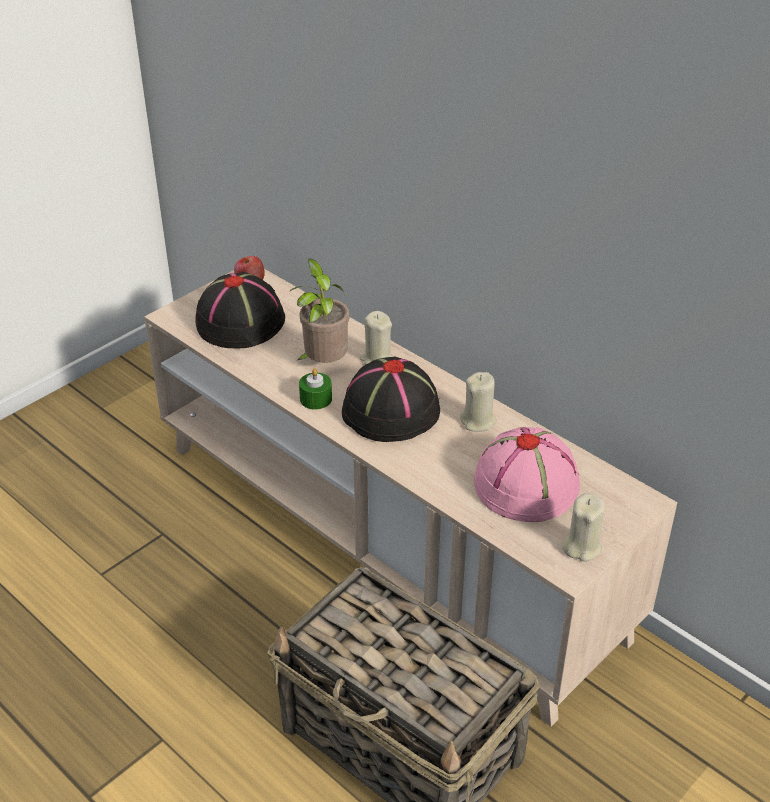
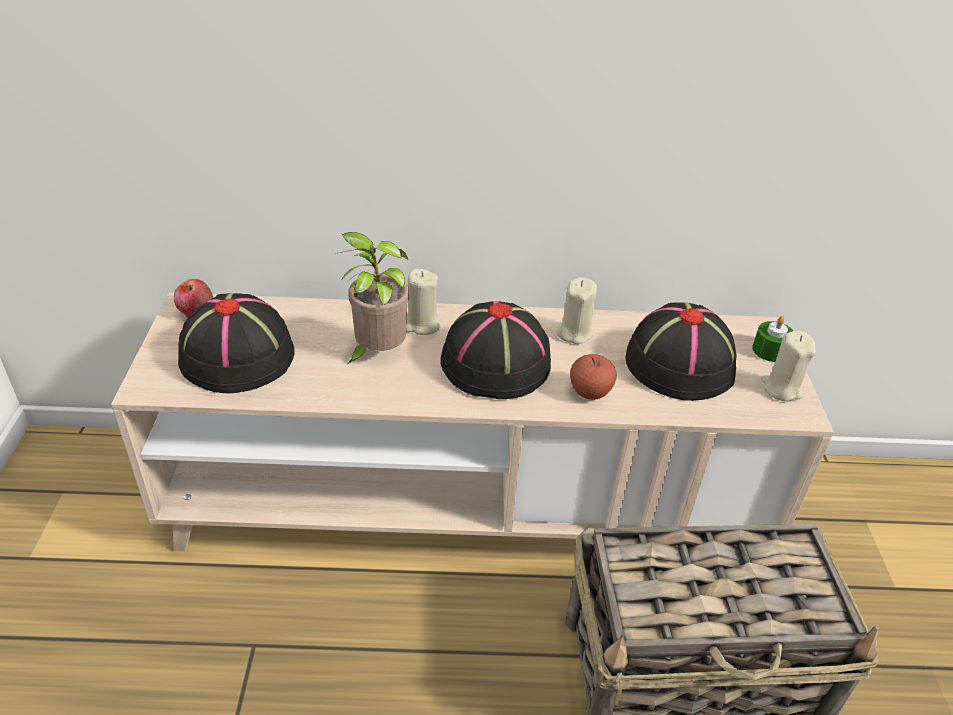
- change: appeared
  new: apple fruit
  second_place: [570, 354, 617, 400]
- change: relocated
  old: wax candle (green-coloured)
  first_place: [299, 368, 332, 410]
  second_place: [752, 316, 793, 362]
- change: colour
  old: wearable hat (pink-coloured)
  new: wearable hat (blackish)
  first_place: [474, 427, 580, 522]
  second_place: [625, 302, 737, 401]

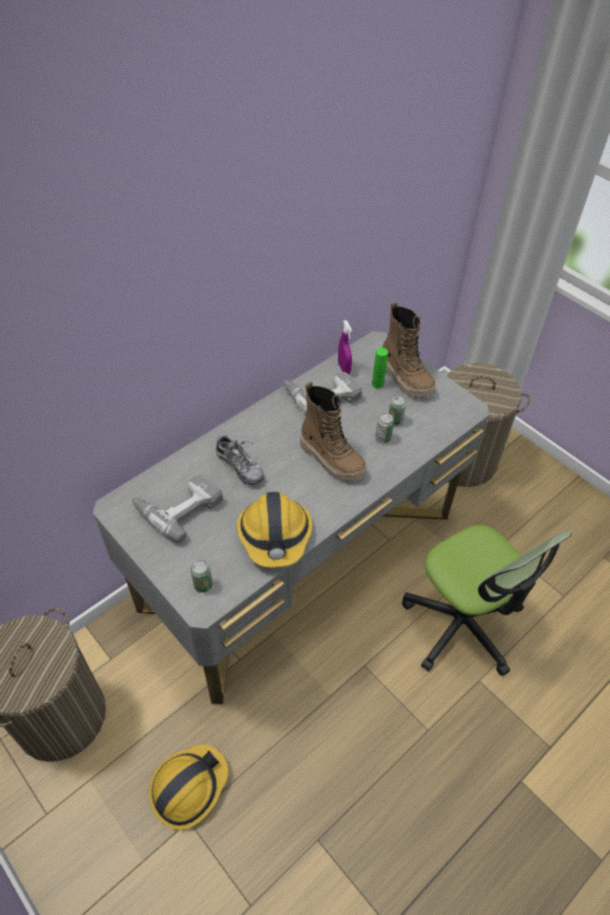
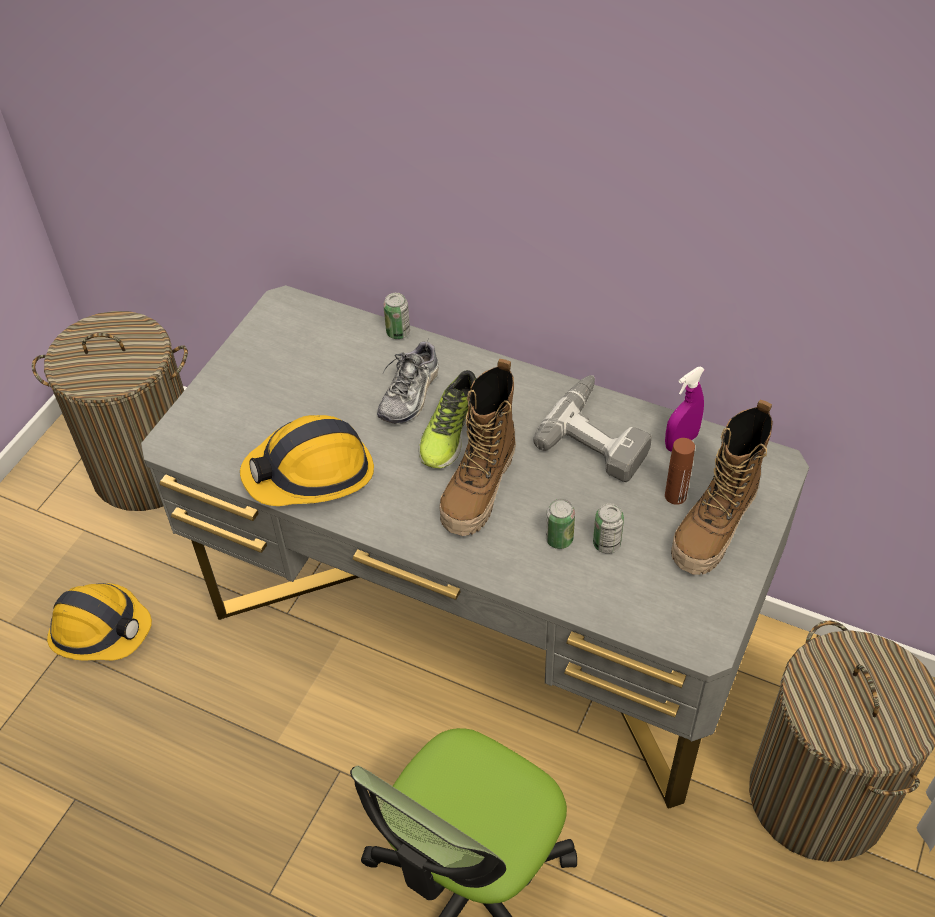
- change: missing
  old: power drill
  first_place: [132, 475, 223, 543]
- change: appeared
  new: shoe
  second_place: [419, 370, 476, 468]
- change: relocated
  old: can
  first_place: [191, 560, 212, 593]
  second_place: [383, 293, 410, 339]
- change: colour
  old: drink bottle (green-coloured)
  new: drink bottle (brown)
  first_place: [372, 348, 388, 388]
  second_place: [665, 438, 695, 505]

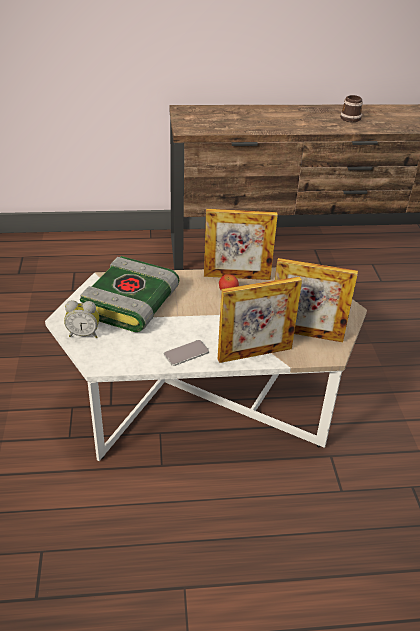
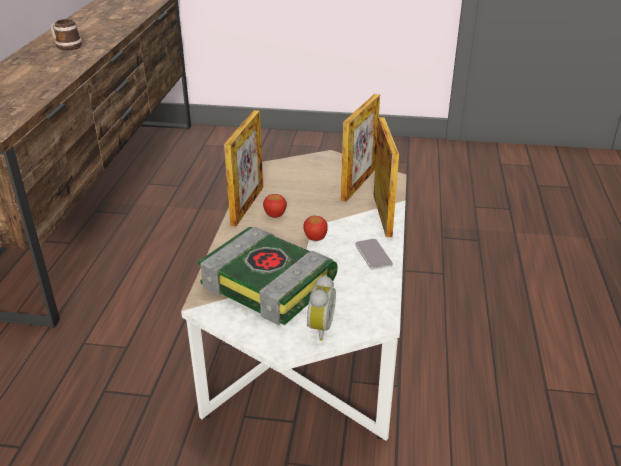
- change: appeared
  new: apple fruit
  second_place: [303, 216, 328, 241]

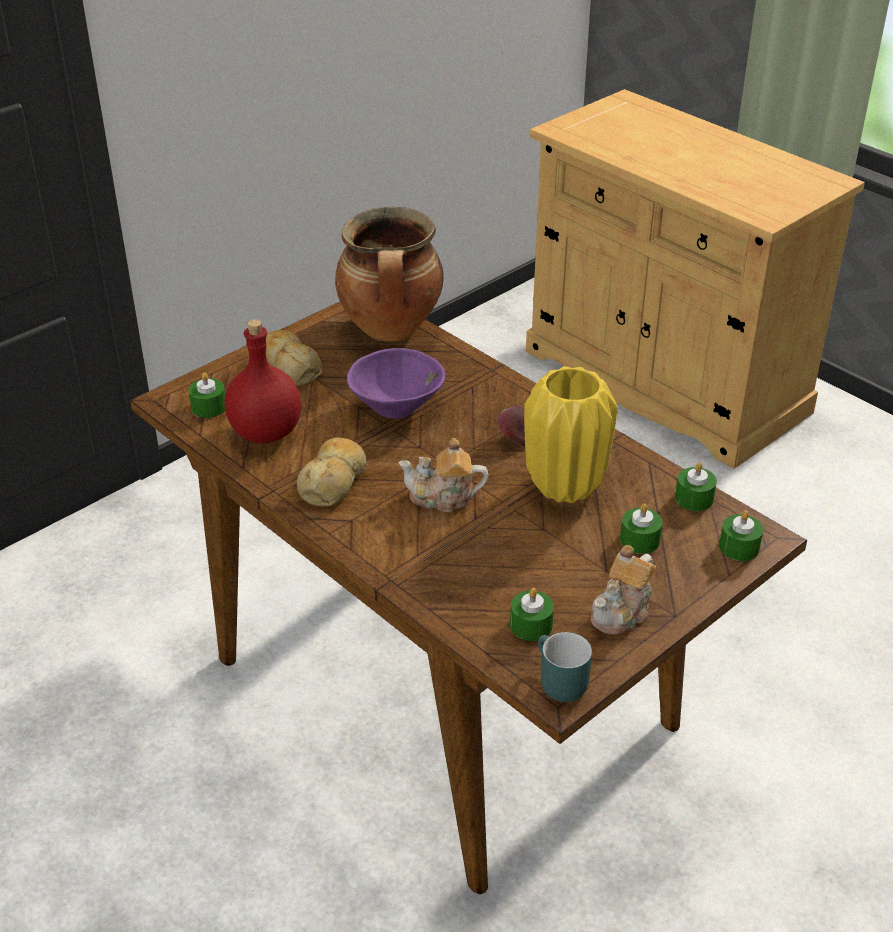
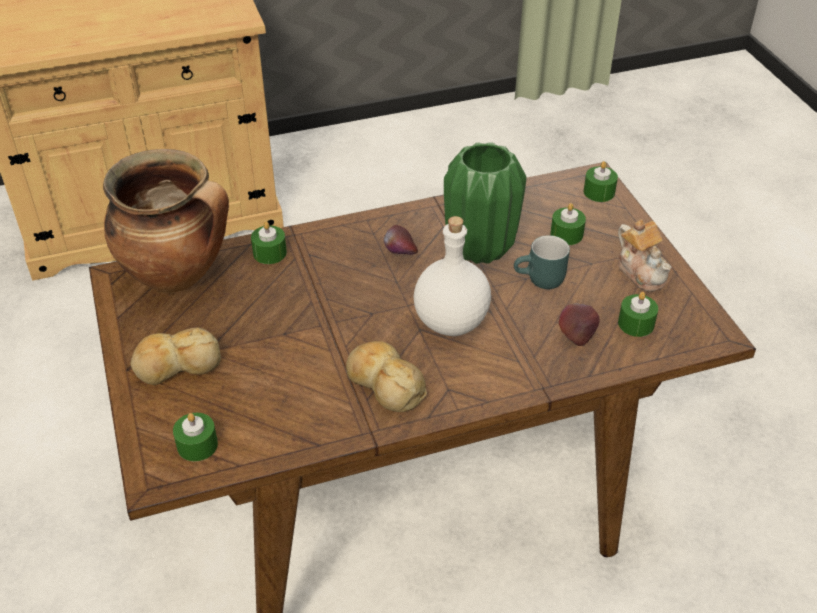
- change: missing
  old: drink bottle (red)
  first_place: [225, 319, 301, 443]
- change: missing
  old: deep dish (purple)
  first_place: [347, 348, 445, 419]
- change: appeared
  new: apple fruit
  second_place: [559, 303, 600, 346]
- change: relocated
  old: mug (turquoise-coloured)
  first_place: [538, 632, 592, 702]
  second_place: [514, 235, 570, 289]
- change: relocated
  old: wax candle (green-coloured)
  first_place: [675, 462, 717, 511]
  second_place: [251, 221, 287, 264]
- change: exchanged
  old: pot for tea
  new: drink bottle (whitish)
  first_place: [399, 438, 489, 512]
  second_place: [414, 216, 491, 336]
- change: colour
  old: vase (yellow)
  new: vase (green-coloured)
  first_place: [524, 366, 618, 503]
  second_place: [444, 142, 527, 264]

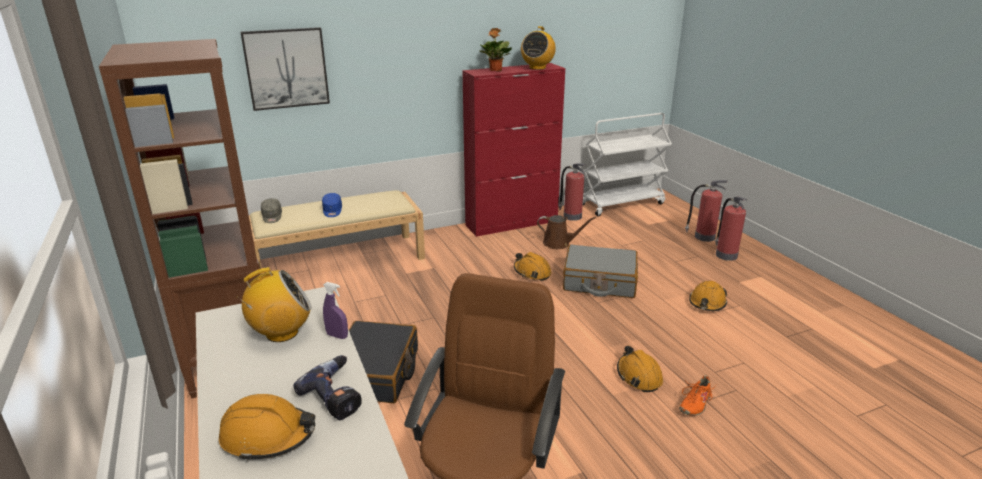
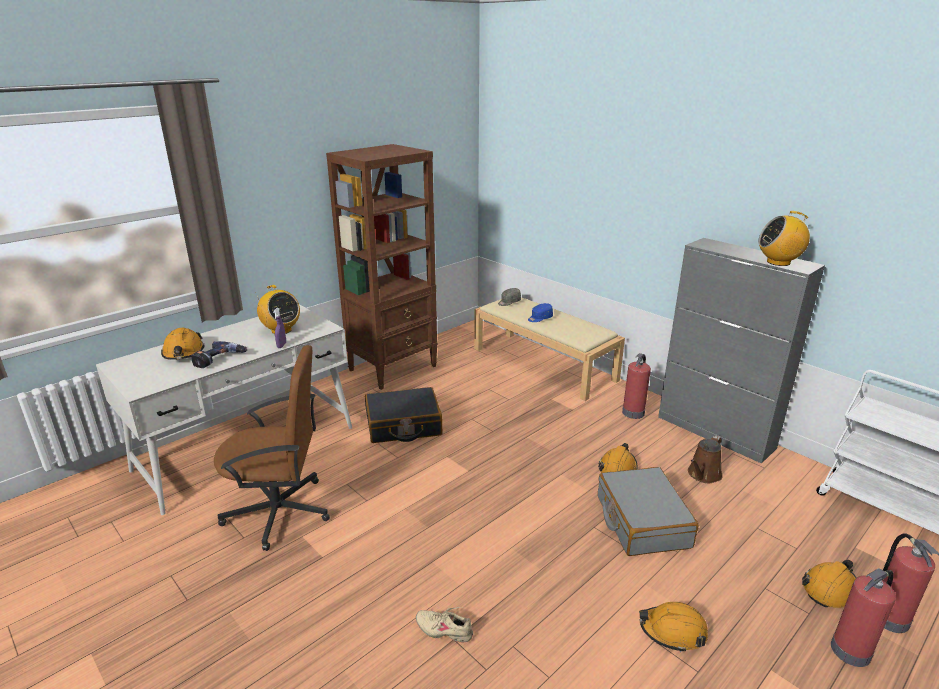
- change: missing
  old: wall art
  first_place: [240, 27, 330, 111]
- change: missing
  old: potted plant
  first_place: [479, 28, 512, 71]
- change: relocated
  old: fire-fighting cylinder
  first_place: [559, 163, 586, 221]
  second_place: [622, 353, 651, 419]
- change: relocated
  old: safety helmet (orange-coloured)
  first_place: [617, 346, 663, 392]
  second_place: [802, 560, 857, 608]
- change: colour
  old: cupboard (red)
  new: cupboard (gray)
  first_place: [462, 63, 566, 237]
  second_place: [658, 238, 825, 464]
- change: colour
  old: shoe (orange-coloured)
  new: shoe (beige)
  first_place: [679, 375, 716, 416]
  second_place: [416, 607, 473, 643]
- change: spun
  old: watering can (brown)
  first_place: [537, 215, 596, 249]
  second_place: [688, 435, 723, 484]
  degrees: 45

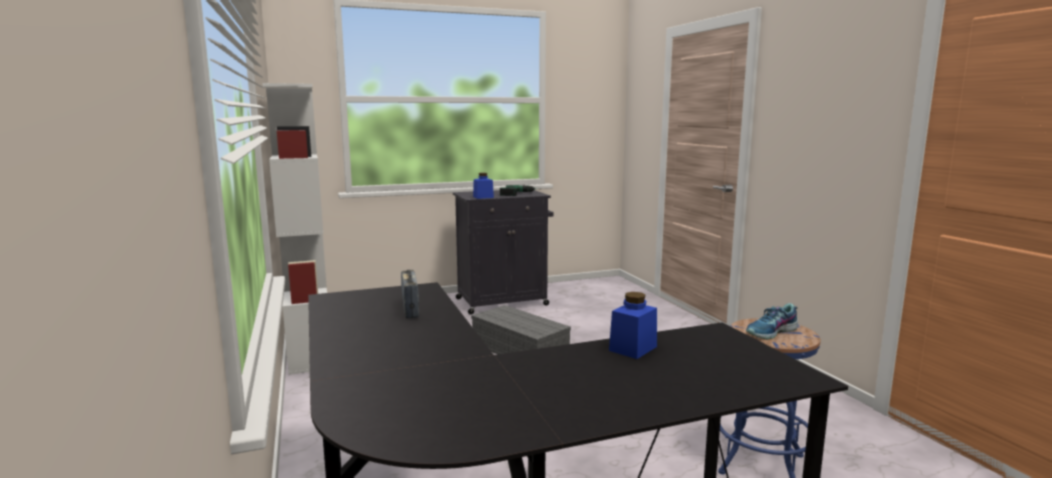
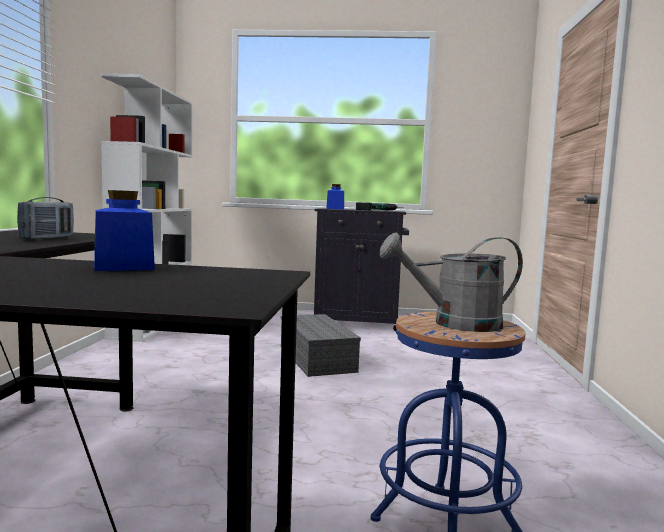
- change: exchanged
  old: shoe
  new: watering can (gray)
  first_place: [746, 303, 798, 340]
  second_place: [380, 233, 523, 332]

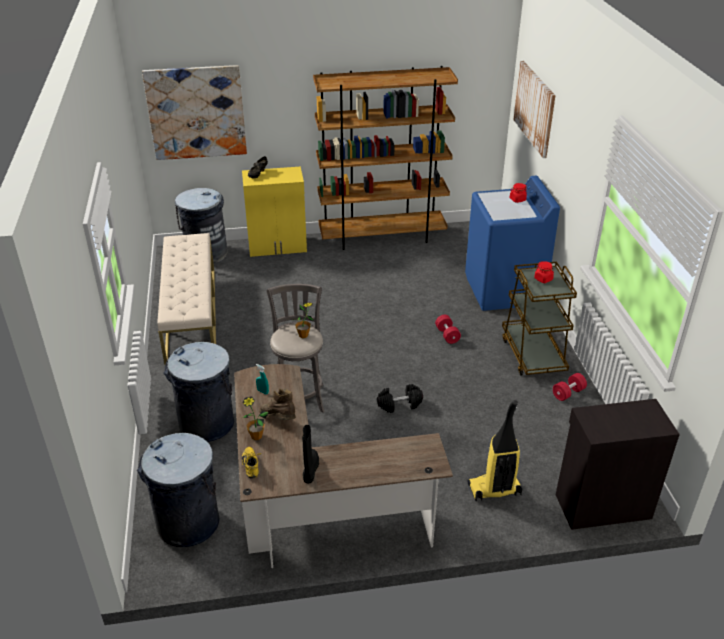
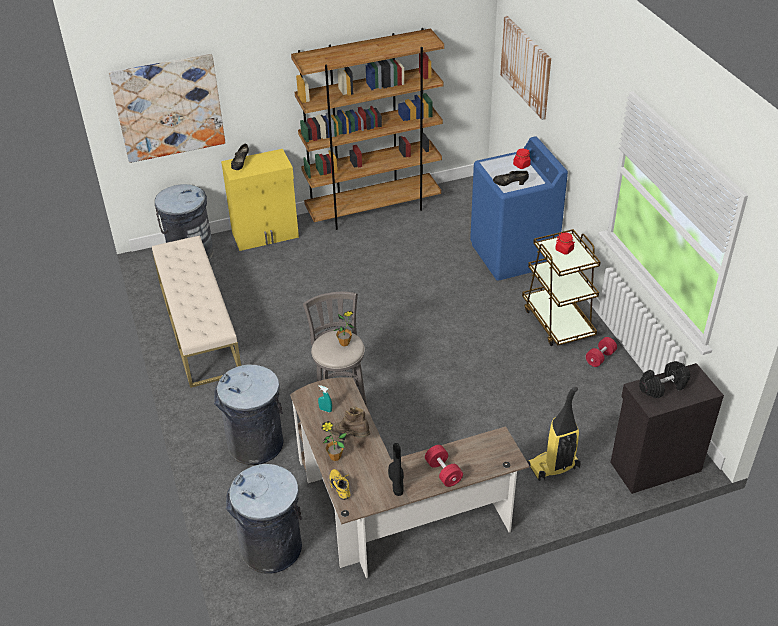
- change: appeared
  new: shoe (blackish)
  second_place: [493, 171, 529, 186]
- change: relocated
  old: free weight (blackish)
  first_place: [377, 384, 423, 413]
  second_place: [639, 361, 690, 398]
- change: relocated
  old: free weight (red)
  first_place: [435, 315, 461, 344]
  second_place: [425, 445, 463, 487]

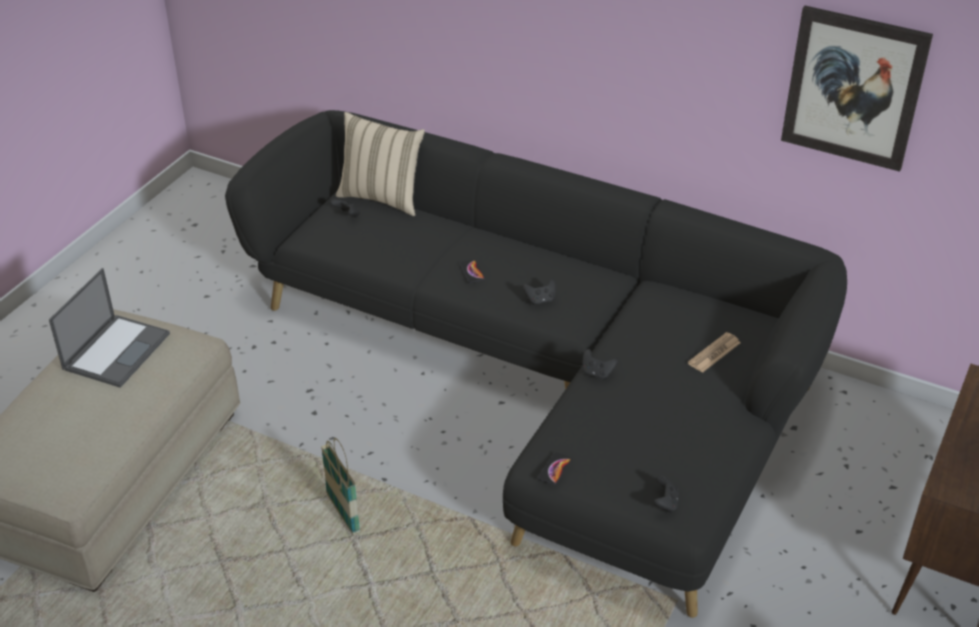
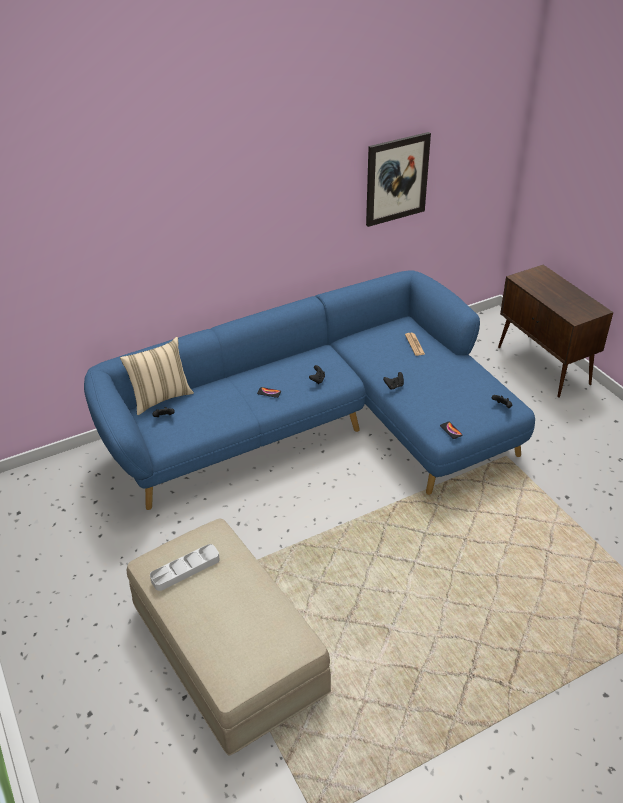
- change: missing
  old: storage basket
  first_place: [321, 438, 360, 535]
- change: exchanged
  old: portable computer
  new: serving tray (gray)
  first_place: [49, 268, 170, 388]
  second_place: [150, 544, 220, 591]
- change: colour
  old: settee (blackish)
  new: settee (blue-coloured)
  first_place: [225, 110, 847, 618]
  second_place: [84, 270, 535, 510]

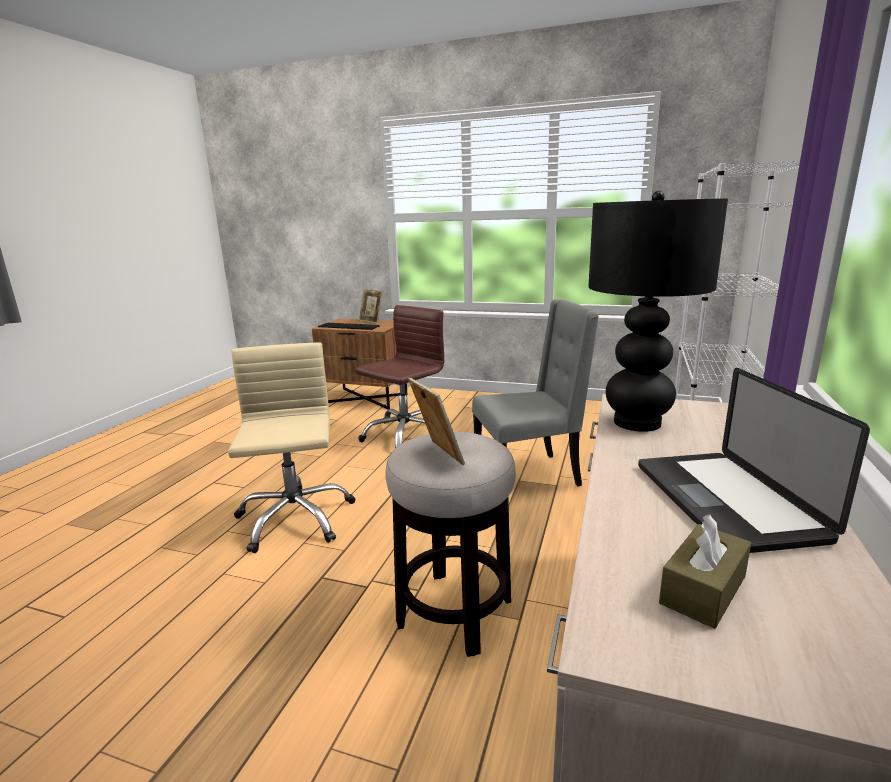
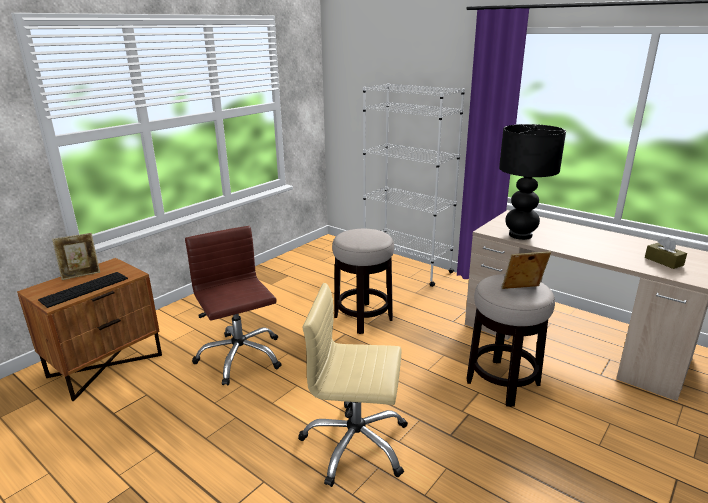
- change: missing
  old: portable computer
  first_place: [638, 368, 870, 553]
- change: exchanged
  old: chair (gray)
  new: sitting stool
  first_place: [472, 299, 599, 487]
  second_place: [332, 229, 394, 334]

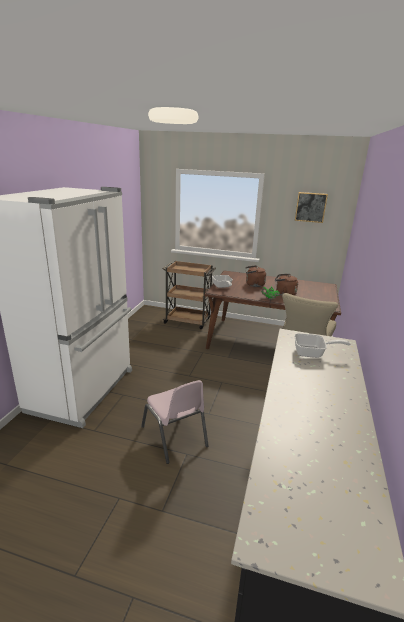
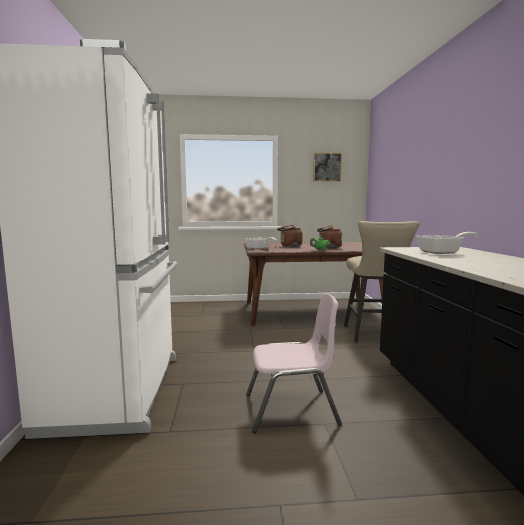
- change: missing
  old: wheeled cart (brown)
  first_place: [162, 261, 216, 329]
- change: spun
  old: chair (pink-coloured)
  first_place: [141, 380, 209, 464]
  second_place: [246, 293, 342, 433]
  degrees: -45

